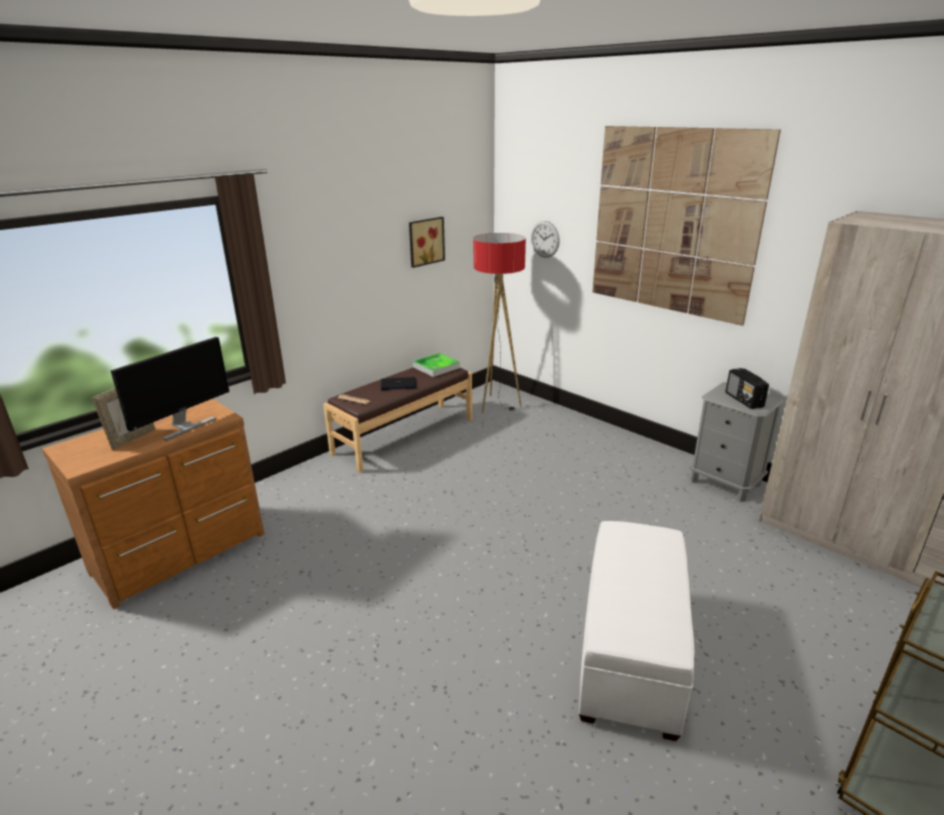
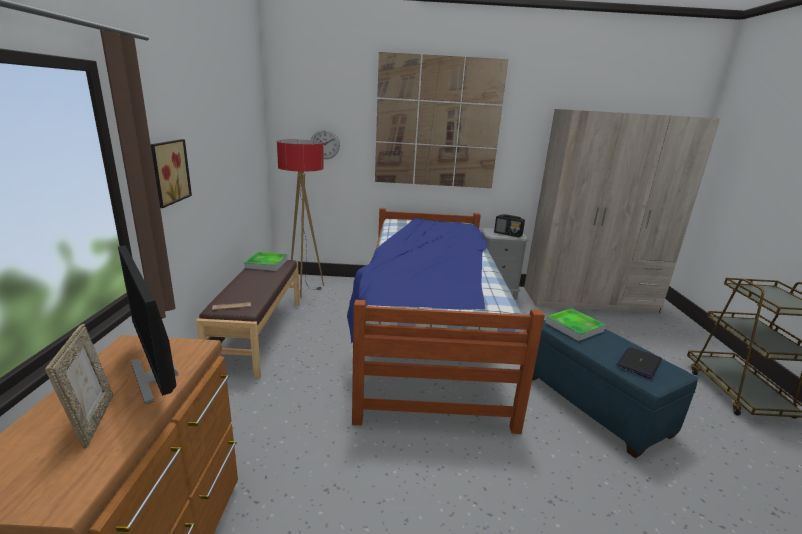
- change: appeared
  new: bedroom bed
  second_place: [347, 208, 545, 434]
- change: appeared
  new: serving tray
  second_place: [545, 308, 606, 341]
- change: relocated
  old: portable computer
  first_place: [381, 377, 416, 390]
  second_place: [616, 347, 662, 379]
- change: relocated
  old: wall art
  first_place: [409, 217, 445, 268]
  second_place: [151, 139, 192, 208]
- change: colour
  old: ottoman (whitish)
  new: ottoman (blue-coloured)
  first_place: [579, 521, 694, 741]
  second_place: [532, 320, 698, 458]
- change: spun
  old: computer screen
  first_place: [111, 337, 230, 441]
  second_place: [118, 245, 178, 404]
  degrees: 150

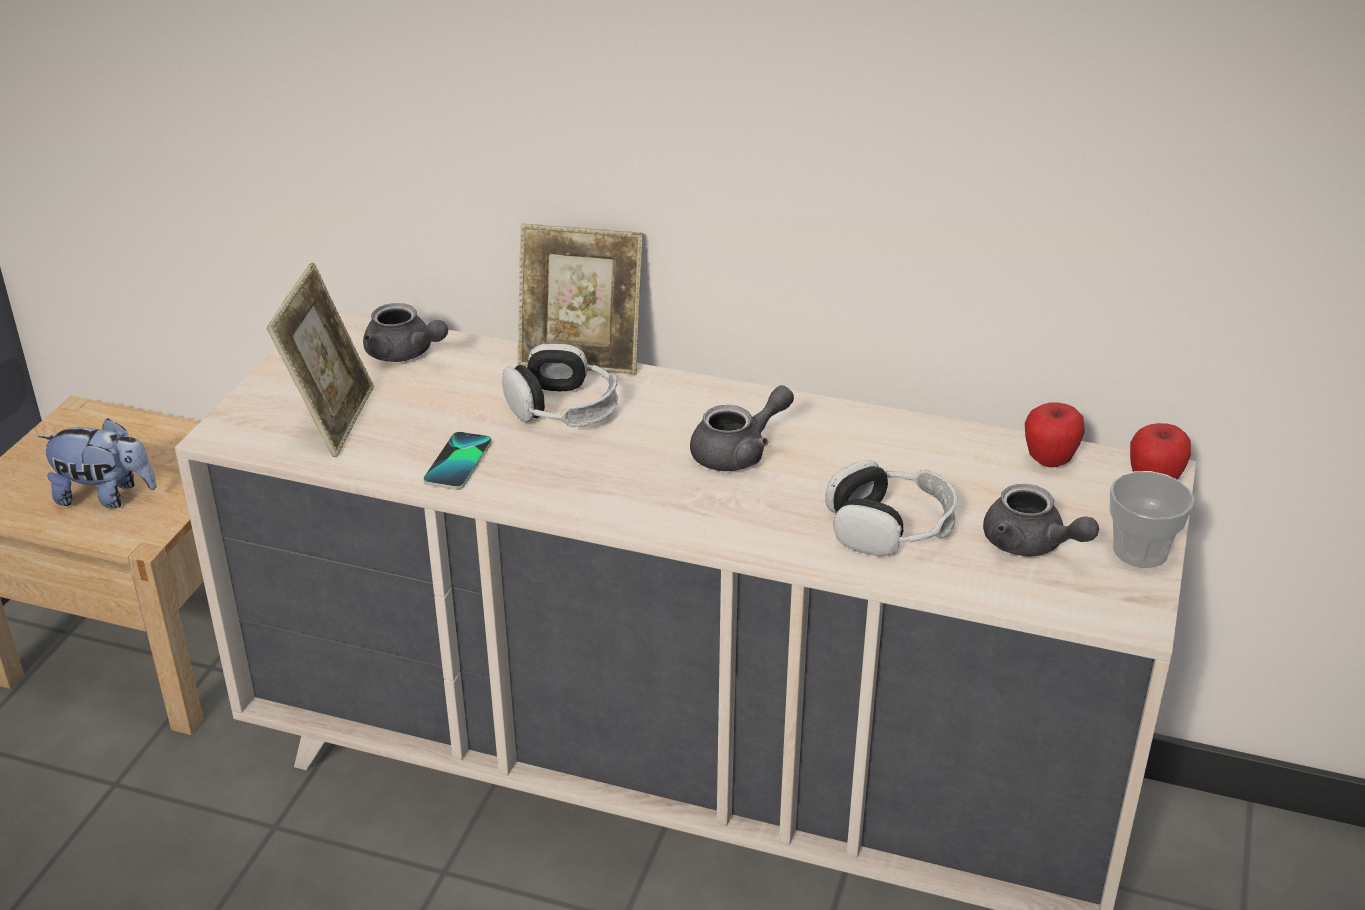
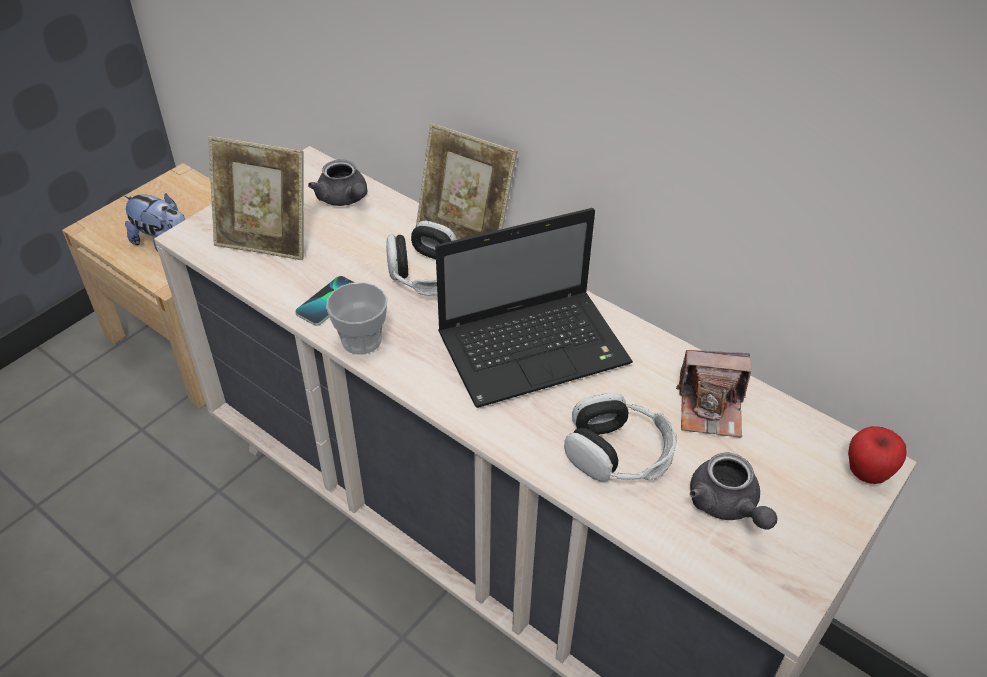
- change: missing
  old: apple fruit
  first_place: [1025, 402, 1085, 467]
- change: appeared
  new: still camera
  second_place: [676, 350, 751, 438]
- change: relocated
  old: cup
  first_place: [1110, 471, 1194, 568]
  second_place: [326, 282, 388, 355]
- change: exchanged
  old: pot for tea (gray)
  new: portable computer
  first_place: [690, 386, 794, 471]
  second_place: [435, 208, 633, 408]
- change: spun
  old: standing frame
  first_place: [267, 263, 374, 457]
  second_place: [208, 136, 304, 260]
  degrees: 75

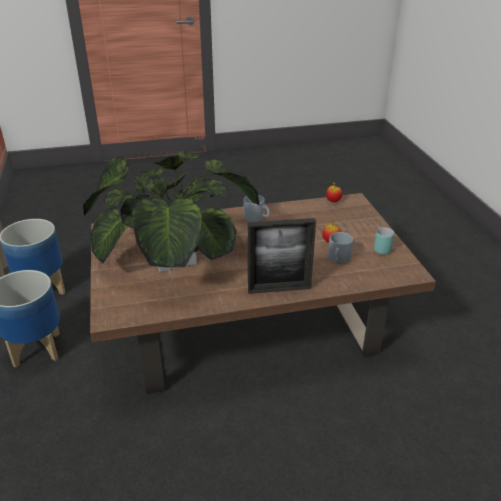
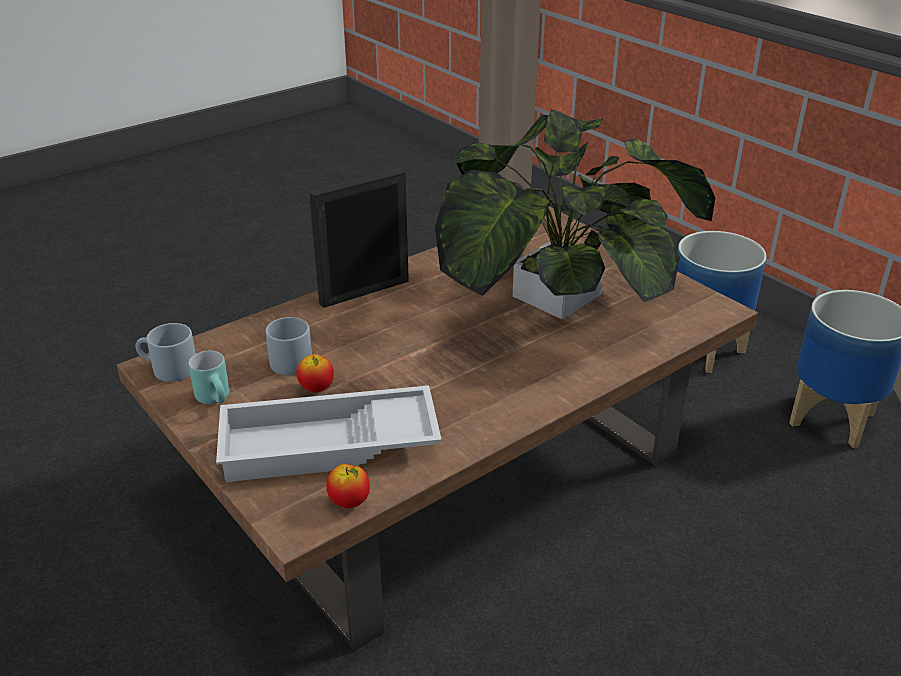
- change: appeared
  new: serving tray (whitish)
  second_place: [216, 385, 442, 482]
- change: relocated
  old: mug (gray)
  first_place: [244, 195, 270, 222]
  second_place: [135, 323, 196, 382]

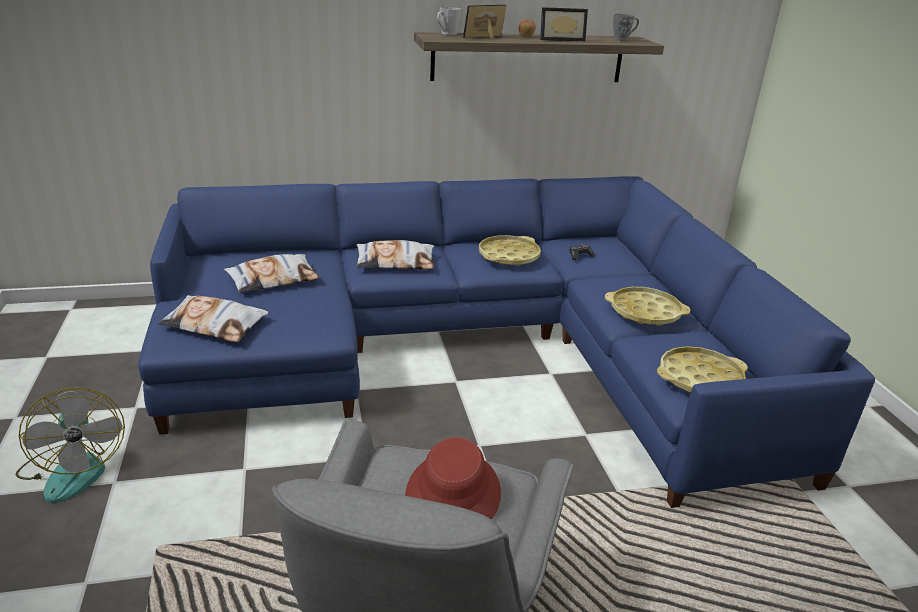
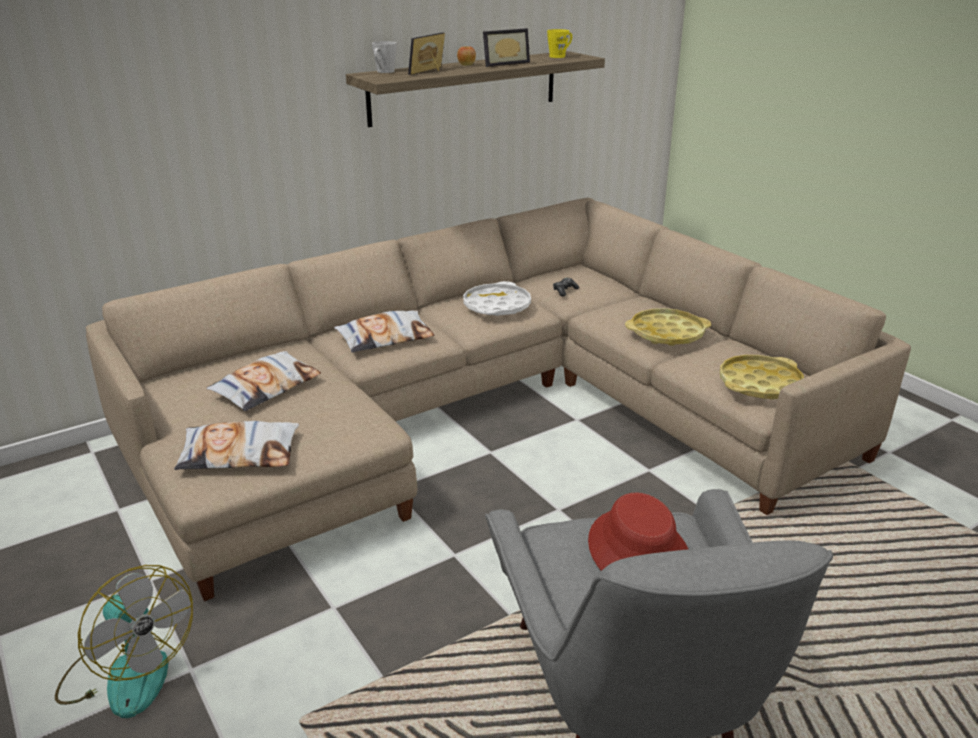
- change: colour
  old: settee (blue-coloured)
  new: settee (beige)
  first_place: [139, 176, 875, 508]
  second_place: [86, 198, 911, 601]
- change: colour
  old: serving tray (yellow)
  new: serving tray (whitish)
  first_place: [479, 235, 541, 266]
  second_place: [463, 281, 531, 316]
- change: colour
  old: mug (gray)
  new: mug (yellow)
  first_place: [613, 14, 639, 41]
  second_place: [547, 29, 572, 58]

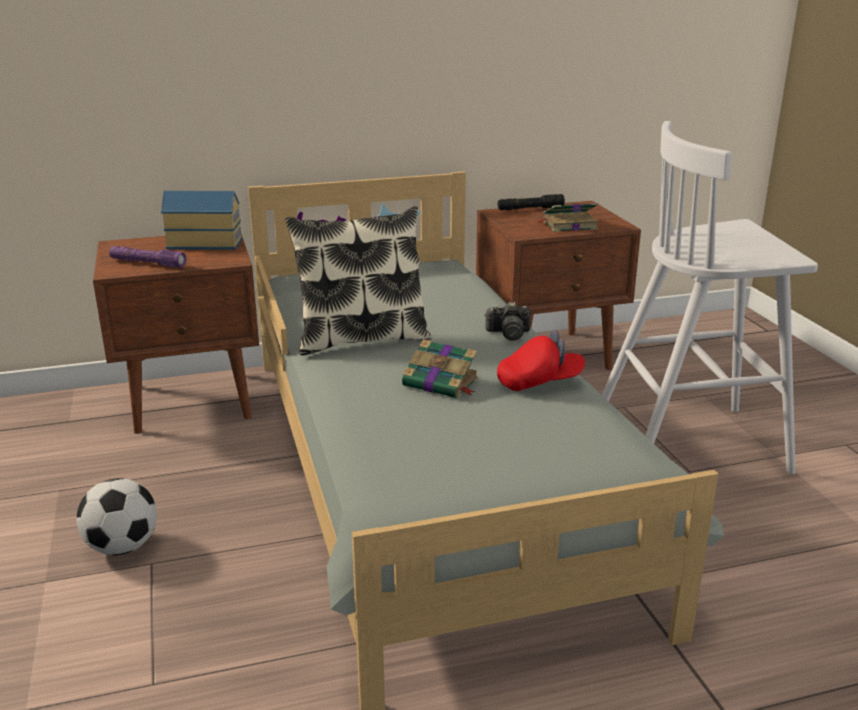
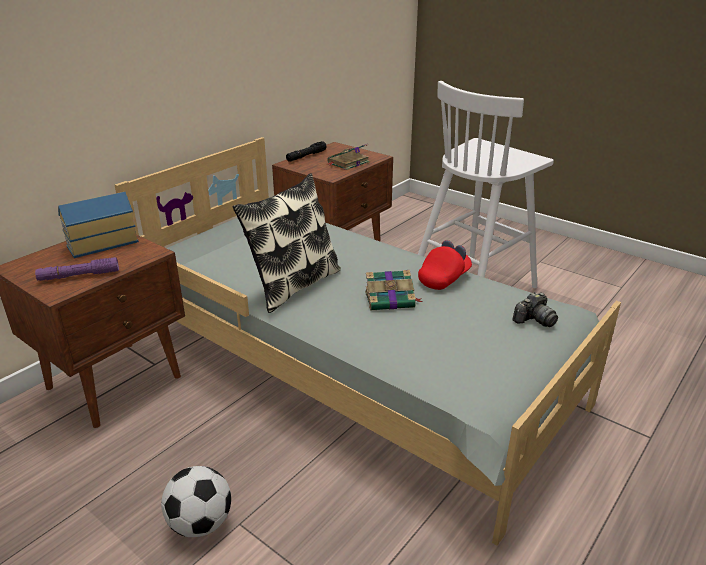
- change: relocated
  old: still camera
  first_place: [484, 302, 531, 341]
  second_place: [513, 292, 558, 327]

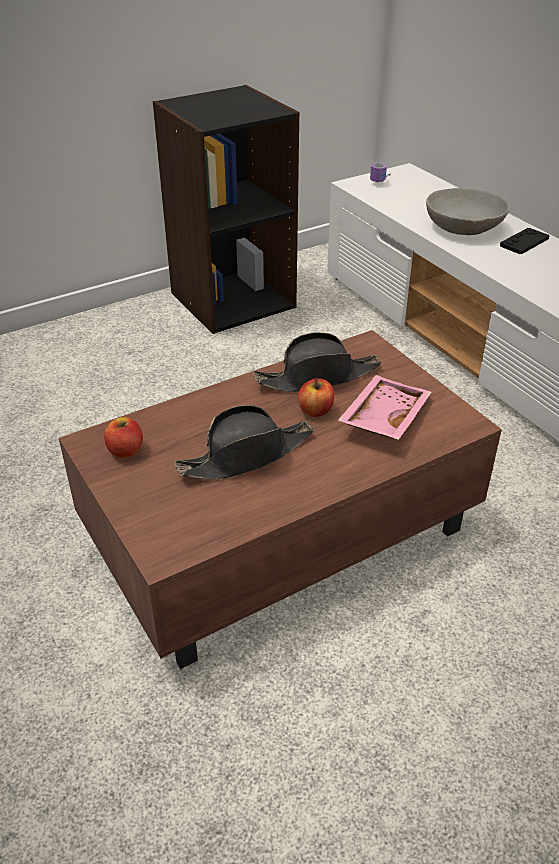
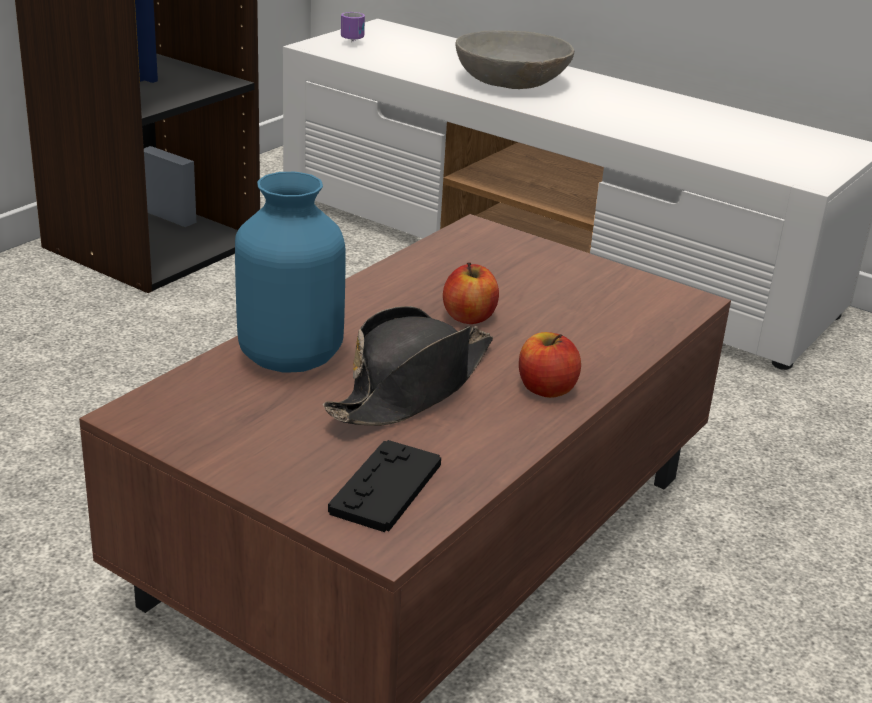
- change: missing
  old: wearable hat (blackish)
  first_place: [253, 332, 381, 392]
- change: missing
  old: serving tray (pink-coloured)
  first_place: [337, 375, 432, 440]
- change: appeared
  new: vase (blue-coloured)
  second_place: [235, 172, 346, 373]
- change: relocated
  old: apple fruit
  first_place: [104, 417, 143, 458]
  second_place: [519, 332, 581, 398]
- change: relocated
  old: gamepad (blackish)
  first_place: [500, 228, 549, 254]
  second_place: [328, 440, 441, 532]

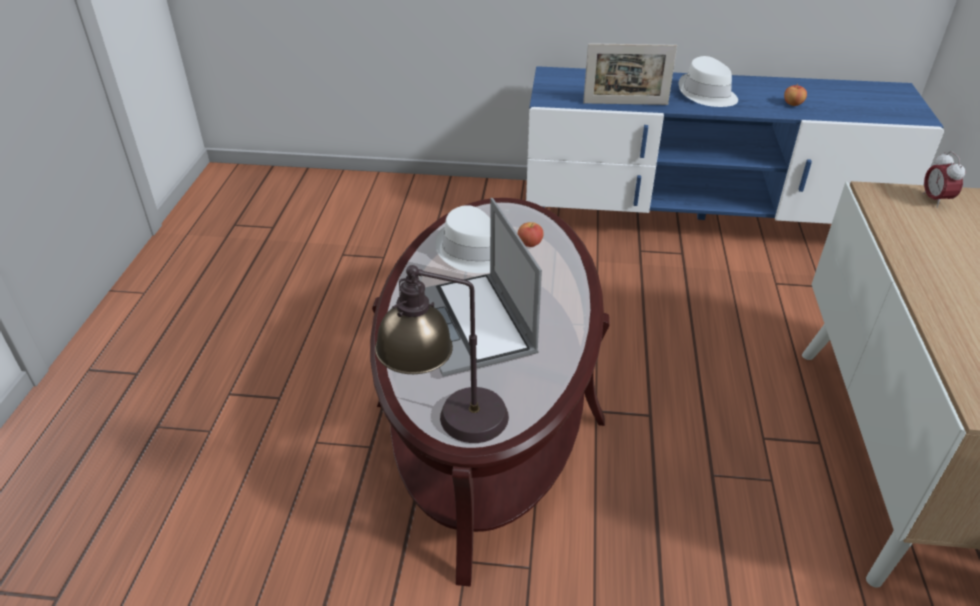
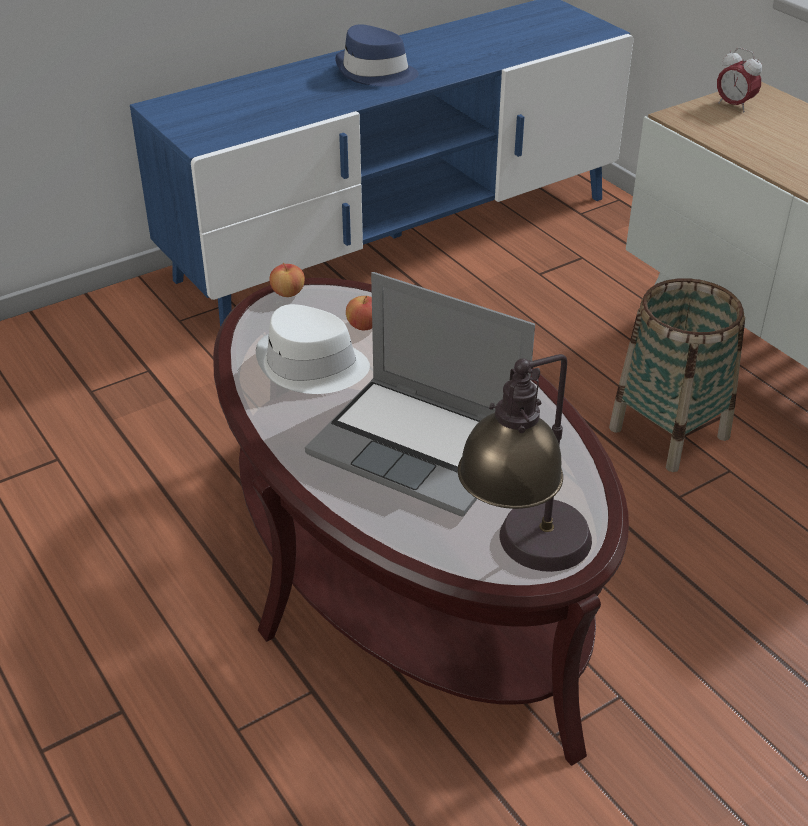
- change: missing
  old: standing frame
  first_place: [583, 43, 677, 105]
- change: appeared
  new: storage basket
  second_place: [609, 278, 745, 472]
- change: relocated
  old: apple fruit
  first_place: [784, 84, 807, 106]
  second_place: [269, 263, 305, 297]
- change: colour
  old: wearable hat (whitish)
  new: wearable hat (blue-coloured)
  first_place: [679, 56, 738, 107]
  second_place: [335, 24, 419, 87]

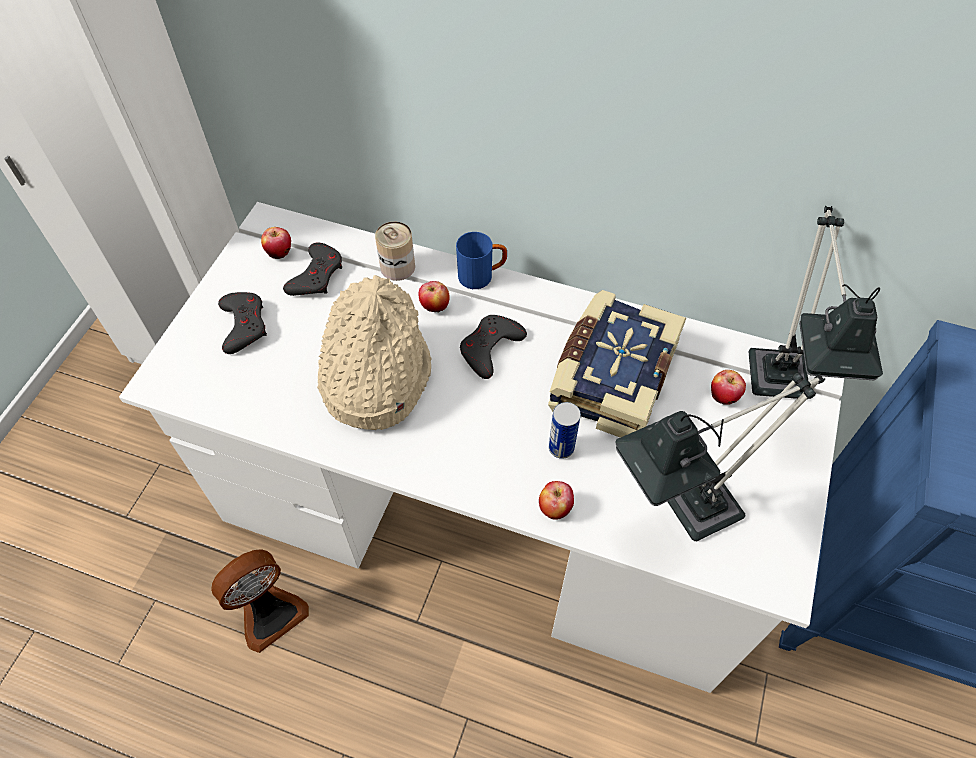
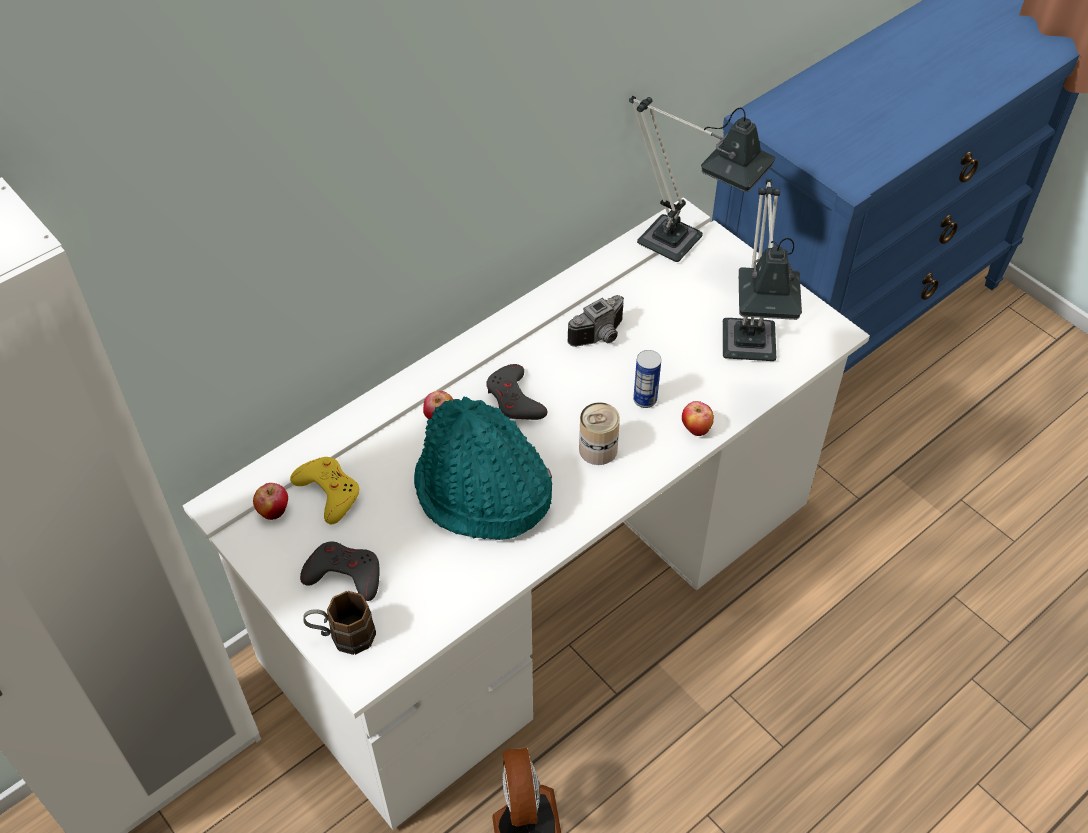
- change: missing
  old: mug (blue-coloured)
  first_place: [456, 232, 507, 289]
- change: missing
  old: apple fruit
  first_place: [711, 370, 746, 405]
- change: appeared
  new: mug (brown)
  second_place: [303, 591, 376, 655]
- change: relocated
  old: can
  first_place: [375, 222, 415, 281]
  second_place: [579, 402, 620, 465]
- change: exchanged
  old: bound book
  new: still camera
  first_place: [548, 290, 686, 438]
  second_place: [567, 295, 624, 347]
- change: colour
  old: gamepad (gray)
  new: gamepad (yellow)
  first_place: [283, 243, 342, 296]
  second_place: [290, 457, 359, 524]
- change: colour
  old: wearable hat (beige)
  new: wearable hat (turquoise-coloured)
  first_place: [317, 275, 432, 430]
  second_place: [414, 396, 552, 540]

